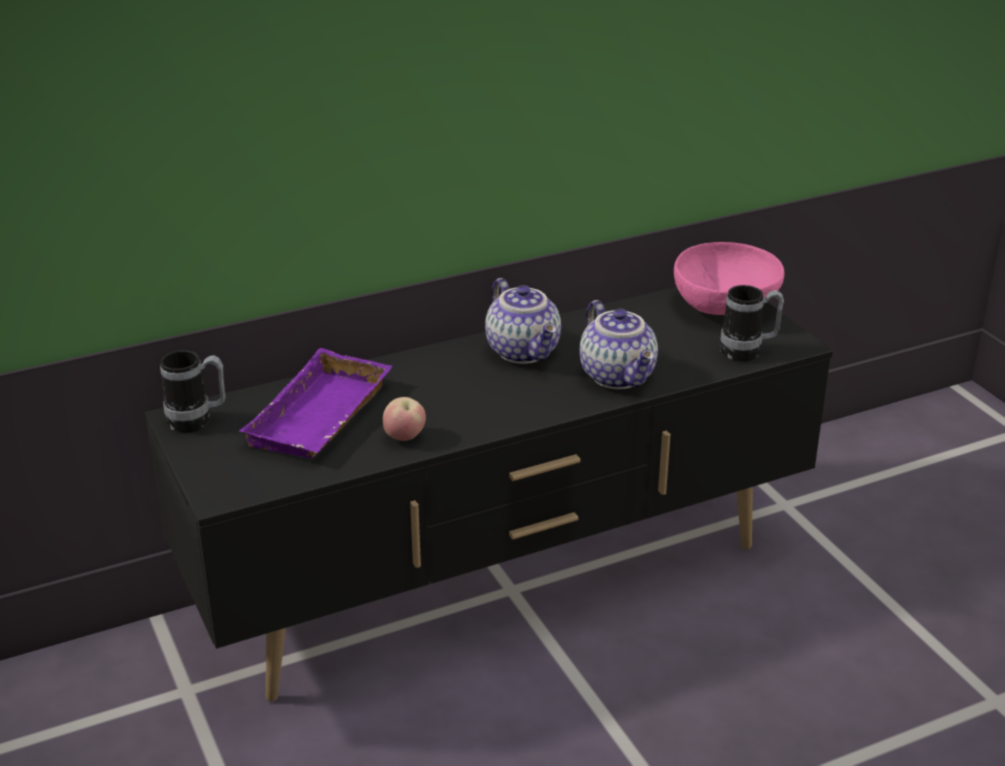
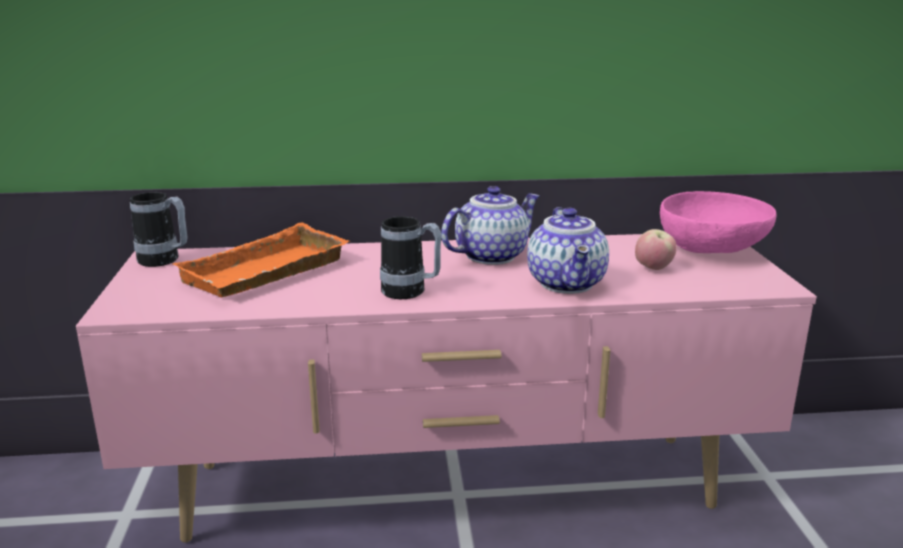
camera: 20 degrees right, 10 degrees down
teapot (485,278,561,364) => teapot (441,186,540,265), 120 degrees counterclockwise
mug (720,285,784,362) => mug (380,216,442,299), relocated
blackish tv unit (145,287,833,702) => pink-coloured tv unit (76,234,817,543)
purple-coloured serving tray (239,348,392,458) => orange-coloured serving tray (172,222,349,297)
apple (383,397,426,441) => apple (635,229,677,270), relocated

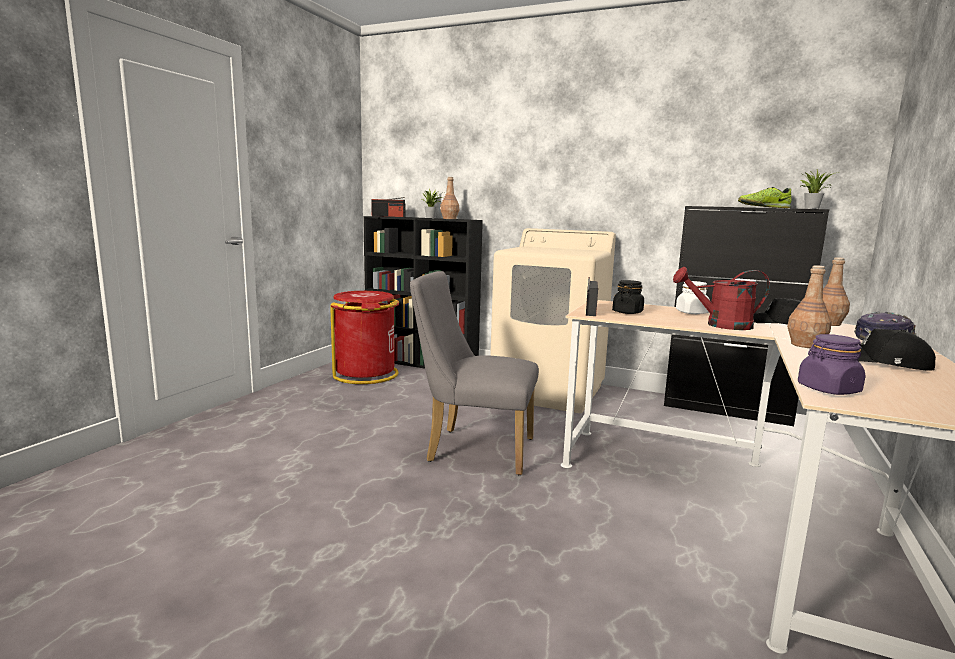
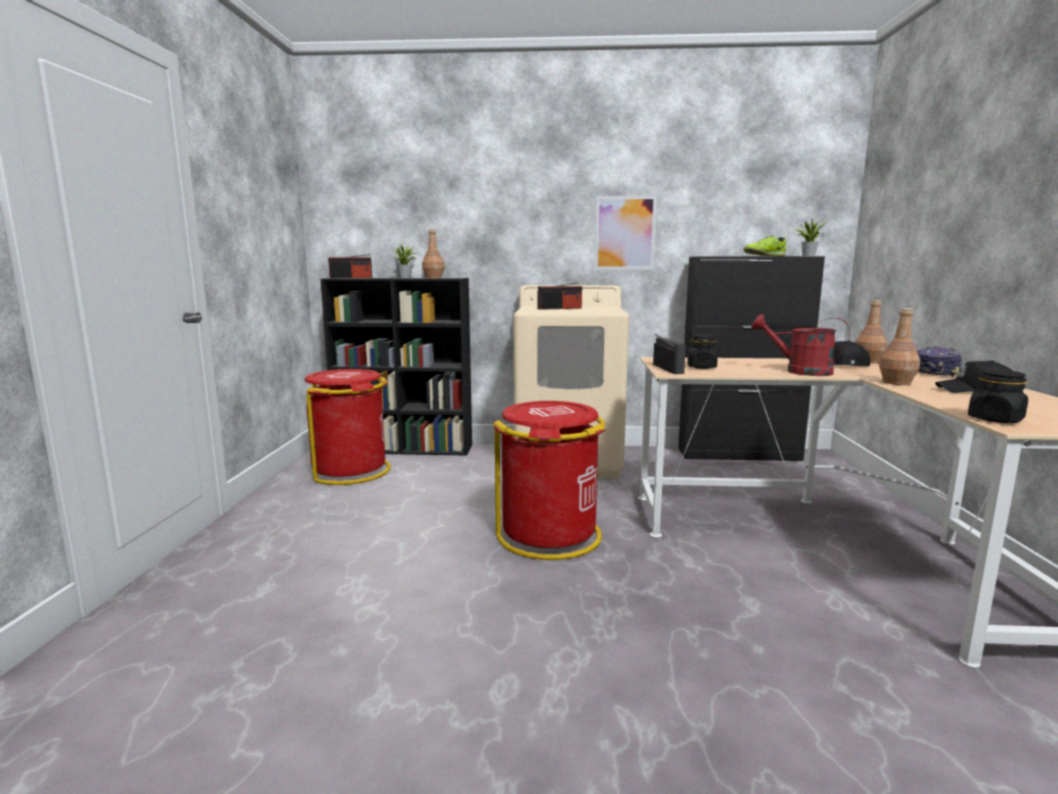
camera: 20 degrees left, 0 degrees up
reddish watering pot (673,267,770,330) => reddish watering pot (752,314,850,376), 45 degrees clockwise
gray upright chair (410,271,539,475) => reddish waste bin (493,401,605,560)
white preserve jar (676,281,710,314) => nothing
purple-coloured preserve jar (798,334,865,395) => blackish preserve jar (968,369,1028,423)
nothing => picture (594,196,657,270)
nothing => radio set (538,282,582,310)

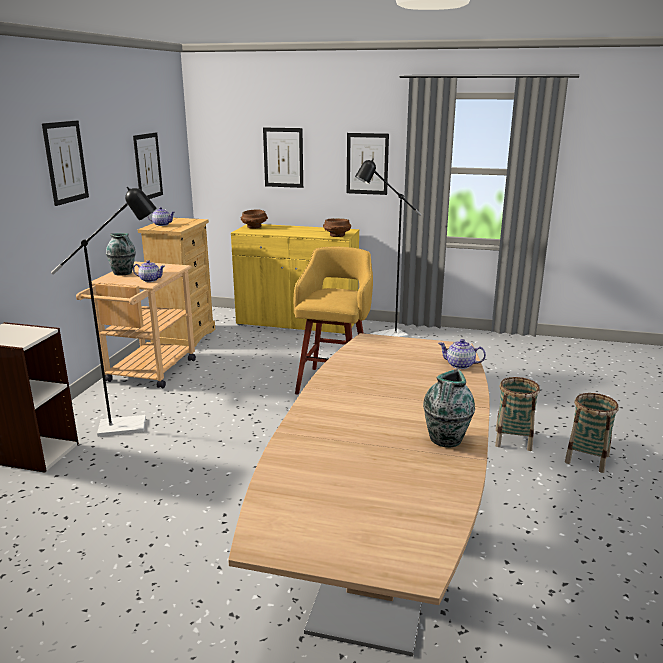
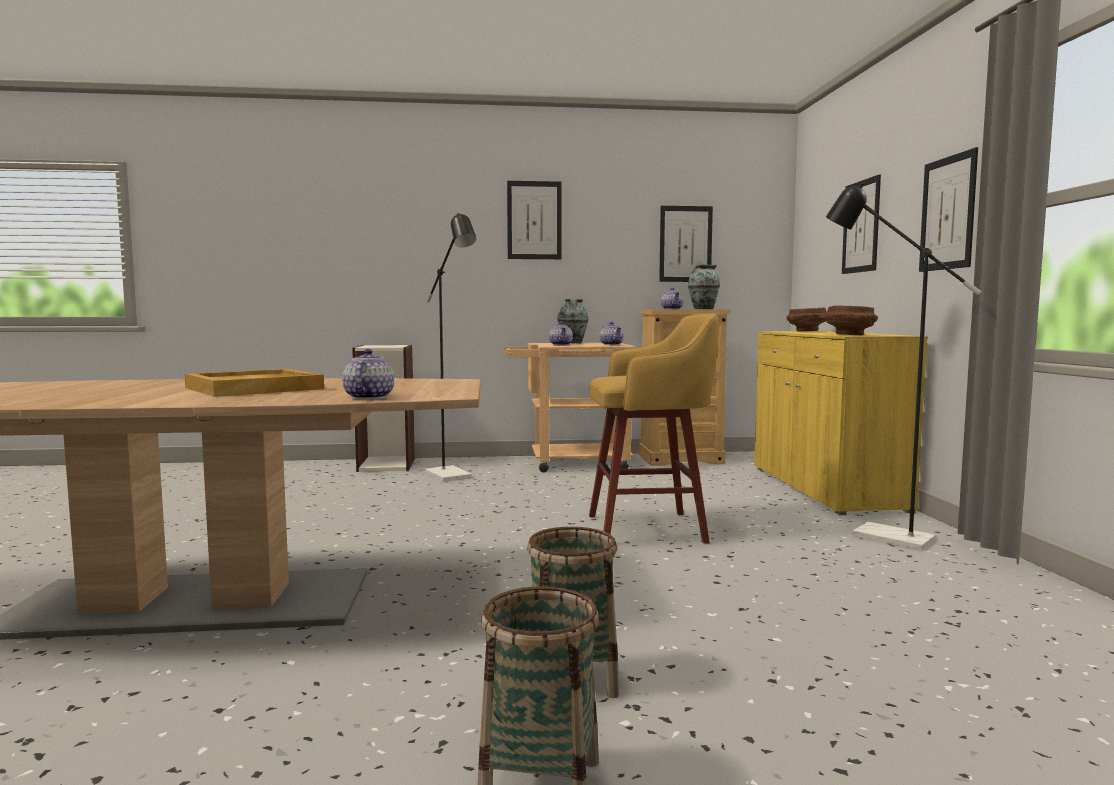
camera: 70 degrees right, 15 degrees down
decorative vase (423,369,475,448) => decorative vase (688,265,720,309), relocated
nothing => teapot (600,322,623,345)
nothing => beige-coloured serving tray (184,369,324,397)

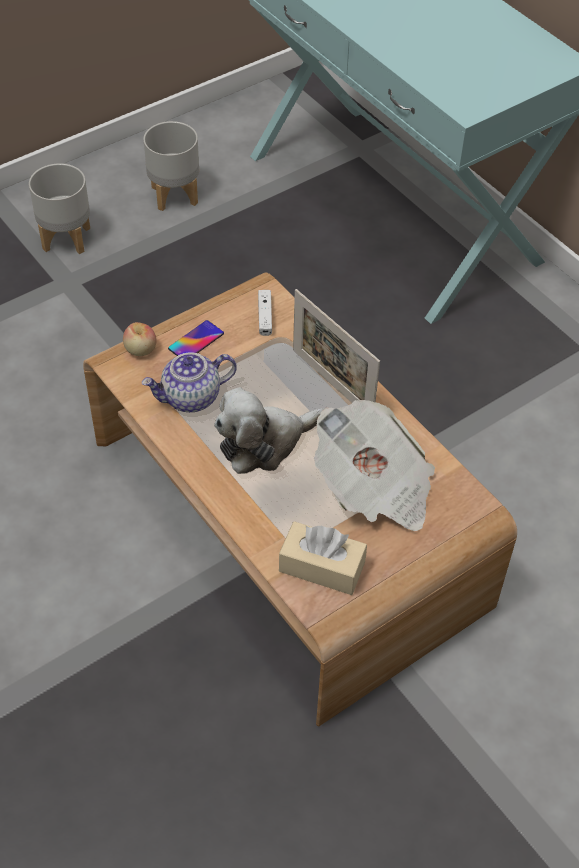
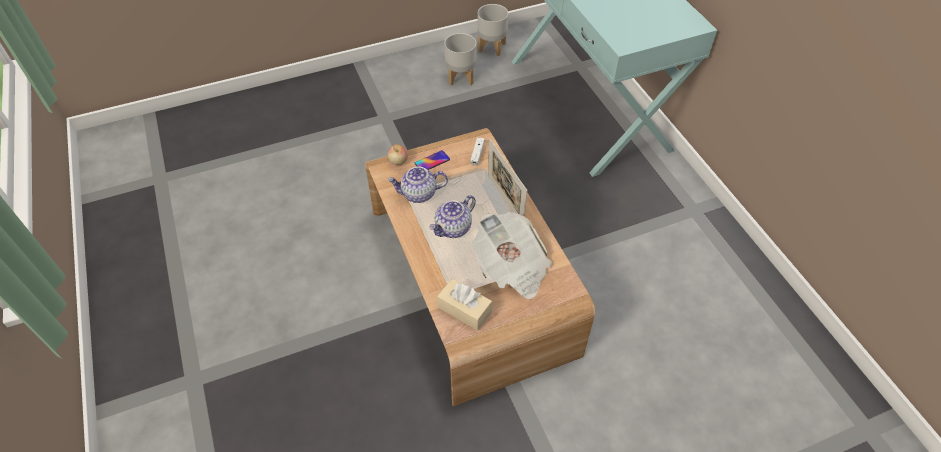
camera: 15 degrees right, 0 degrees up
gray plant pot (29,163,90,254) => gray plant pot (477,4,508,56), relocated
cuddly toy (214,387,323,474) => teapot (429,195,476,238)

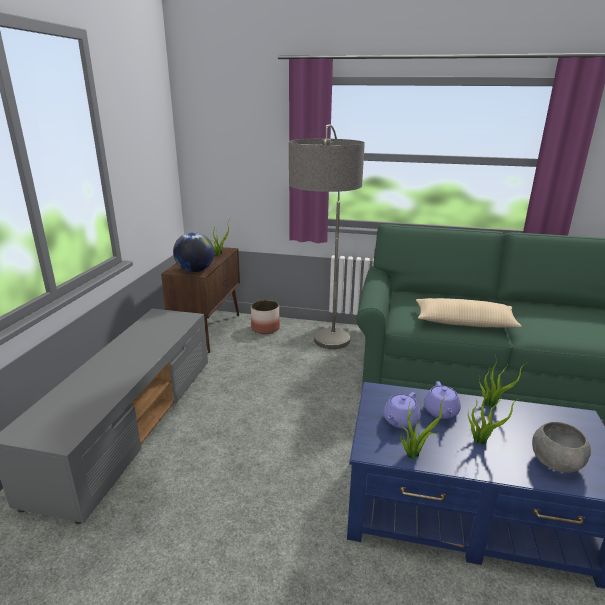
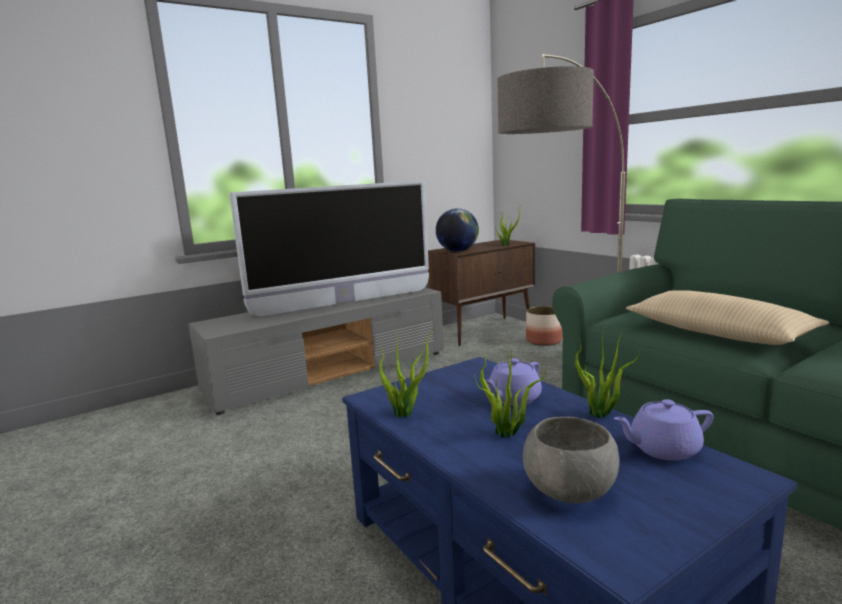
camera: 45 degrees right, 10 degrees down
purple-coloured teapot (383,392,421,429) => purple-coloured teapot (614,399,713,461), relocated
nothing => TV set (229,180,429,317)

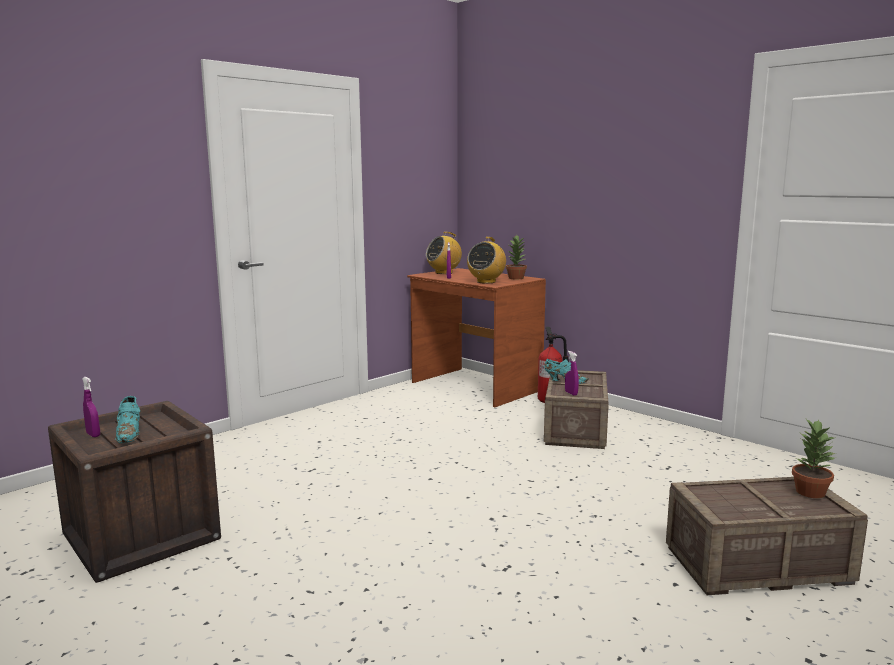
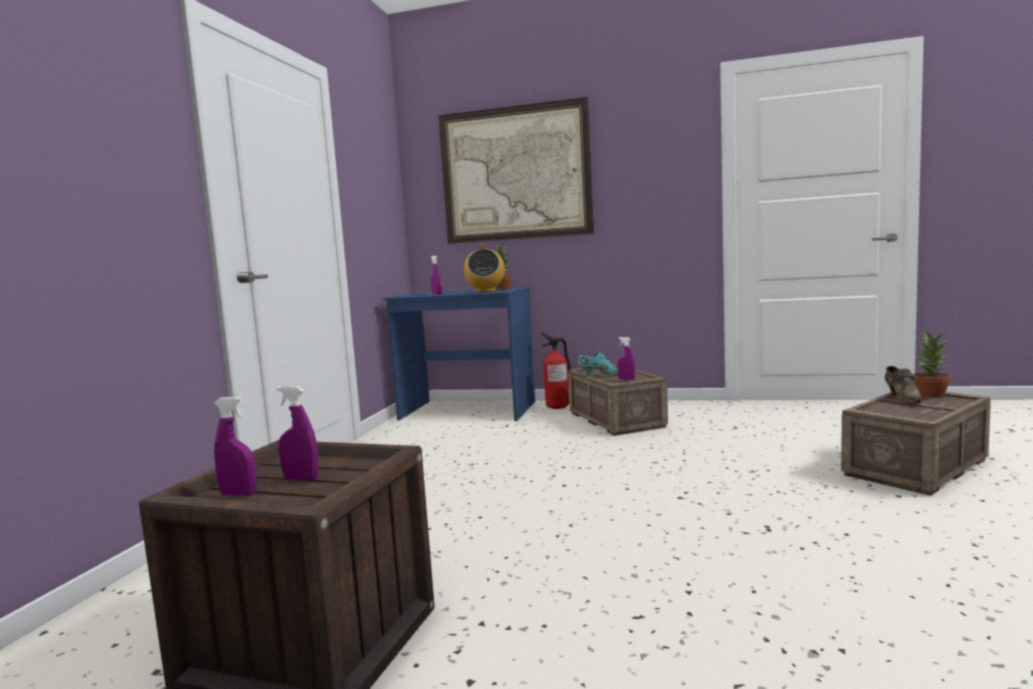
camera: 30 degrees left, 5 degrees down
radio set (426,232,462,274) => nothing
brown-coloured desk (407,268,546,407) => bluish desk (383,287,535,421)
turquoise shoe (115,396,140,443) => purple-coloured spray bottle (276,386,318,481)
nothing => picture (438,97,594,244)
nothing => brown-coloured shoe (885,366,922,404)

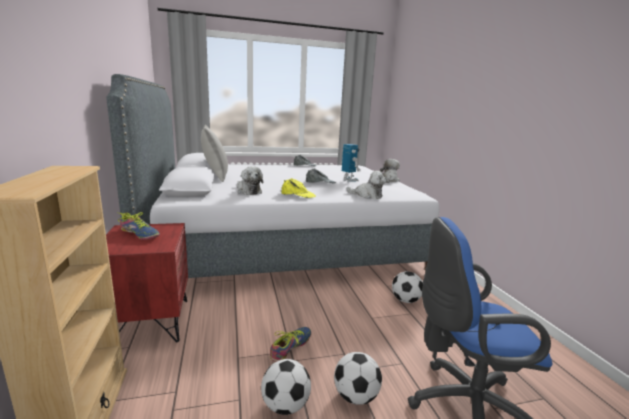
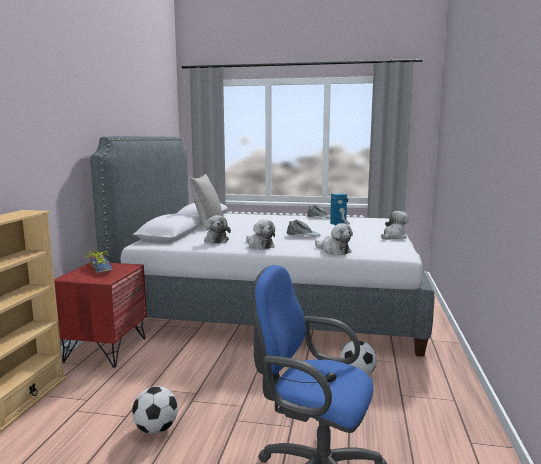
camera: 25 degrees right, 5 degrees down
yellow cap (281,178,316,198) => cuddly toy (246,220,275,249)
shoe (270,327,311,362) => nothing
football (334,352,382,405) => nothing

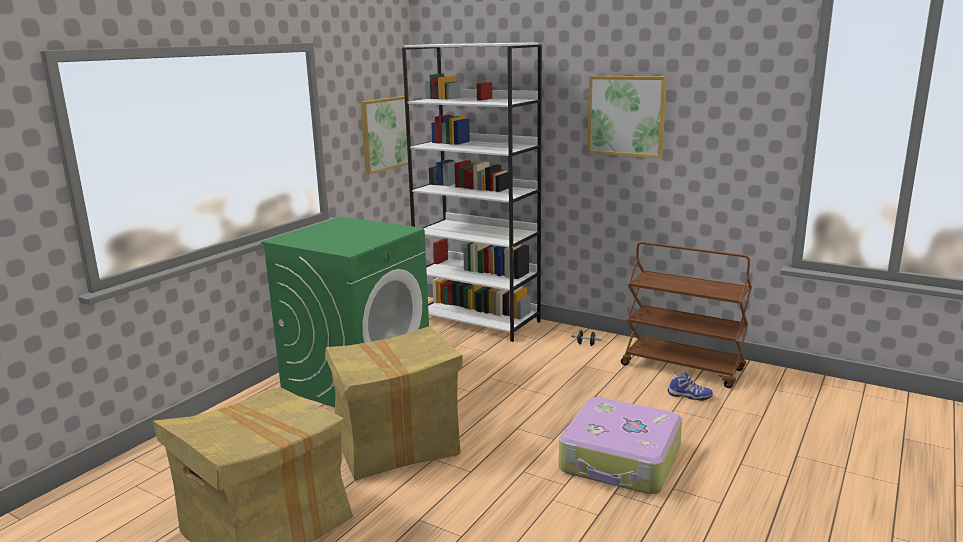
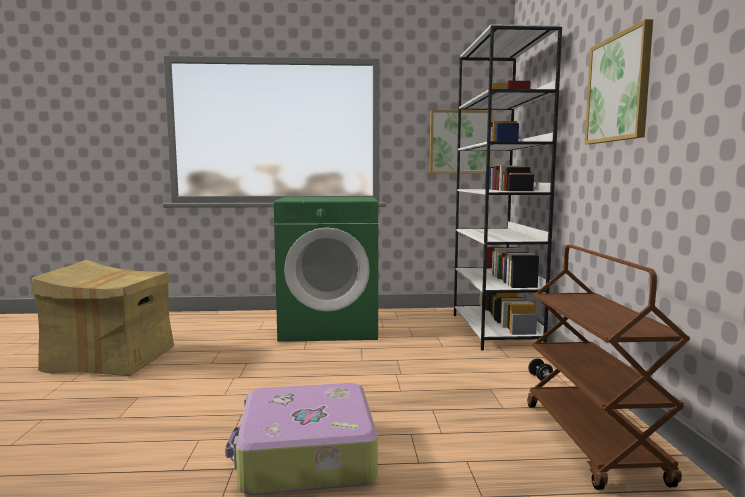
camera: 55 degrees right, 10 degrees down
packing box (325,326,463,480) => nothing
shoe (668,372,713,401) => nothing

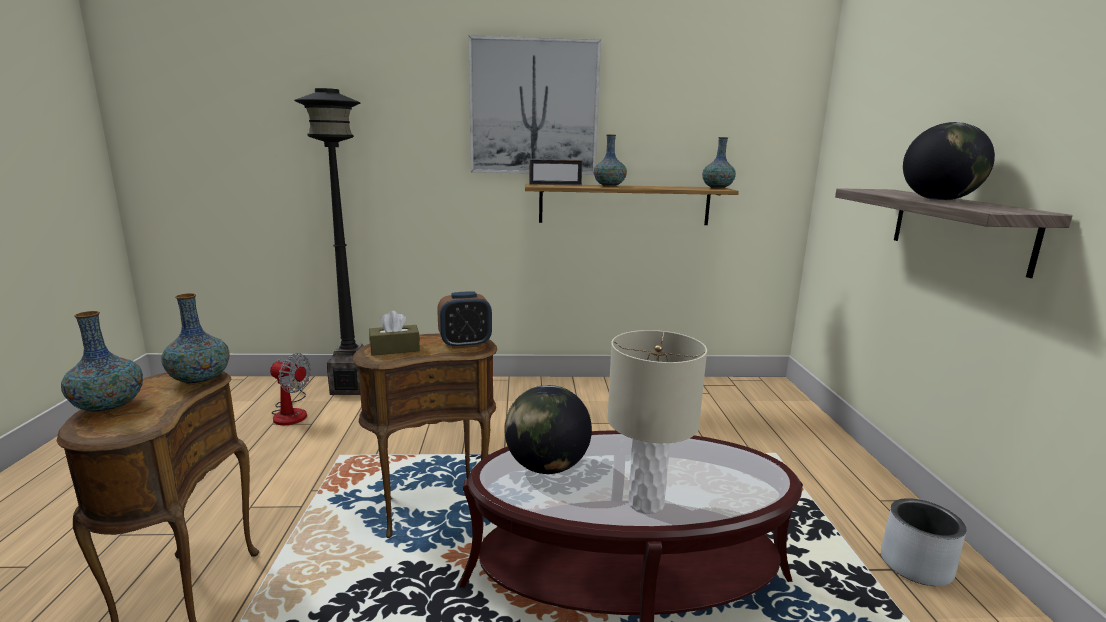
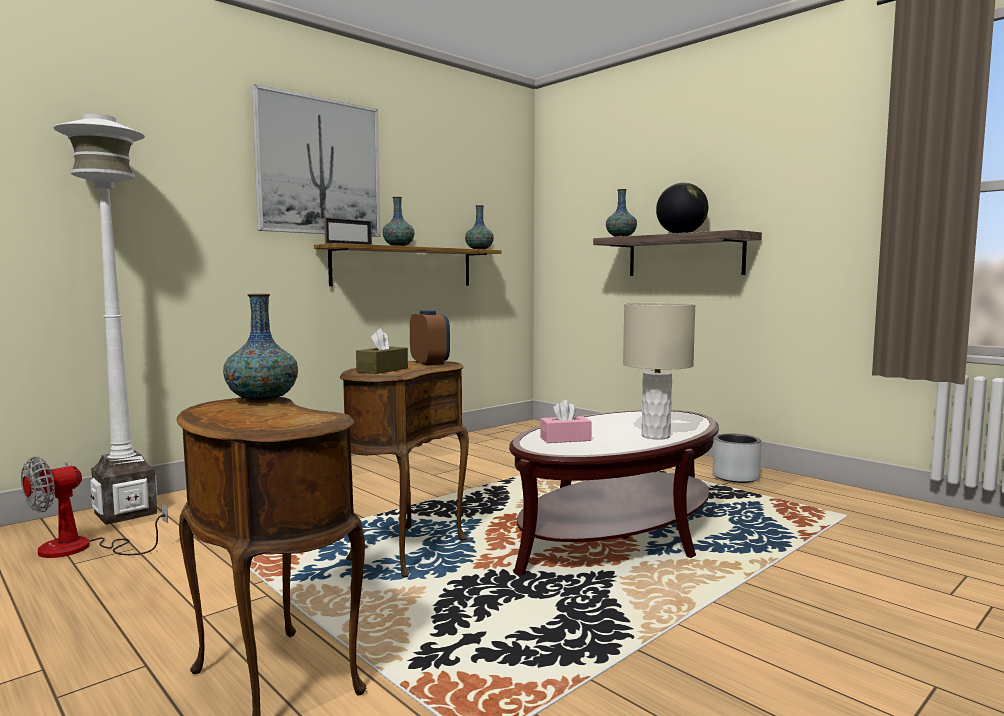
camera: 40 degrees left, 10 degrees down
blackish floor lamp (294,88,363,395) => white floor lamp (53,113,158,525)
alarm clock (437,291,492,349) => alarm clock (410,310,450,365), 60 degrees counterclockwise
decorative vase (61,311,143,413) => decorative vase (606,189,637,237), relocated
cooling fan (270,353,311,425) => cooling fan (21,456,168,558), 150 degrees clockwise
world globe (504,385,592,474) => pink-coloured tissue box (540,400,592,443)

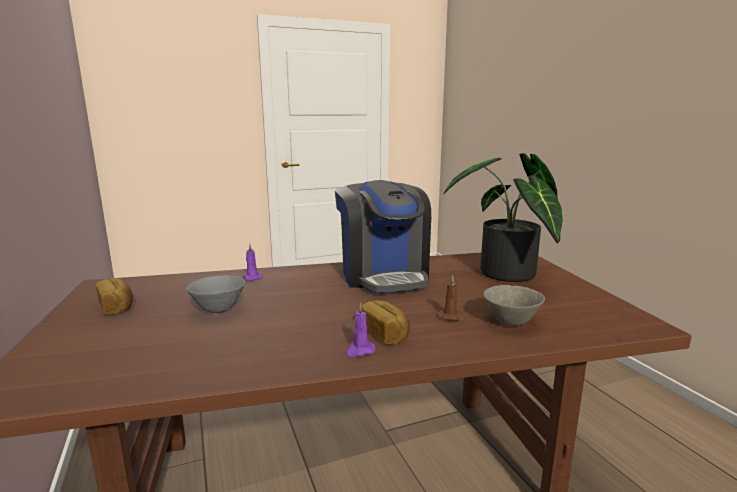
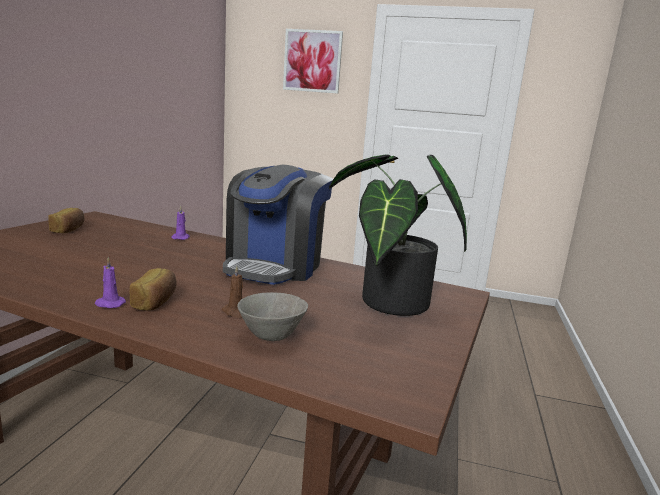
camera: 35 degrees right, 0 degrees up
gray bowl (187,275,245,313) => nothing
nothing => picture (283,29,343,94)

